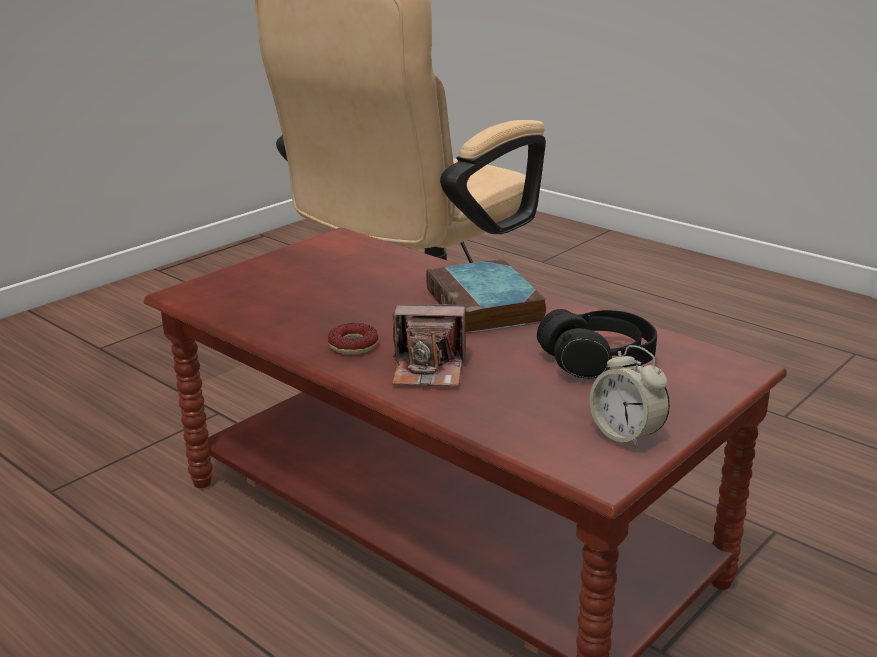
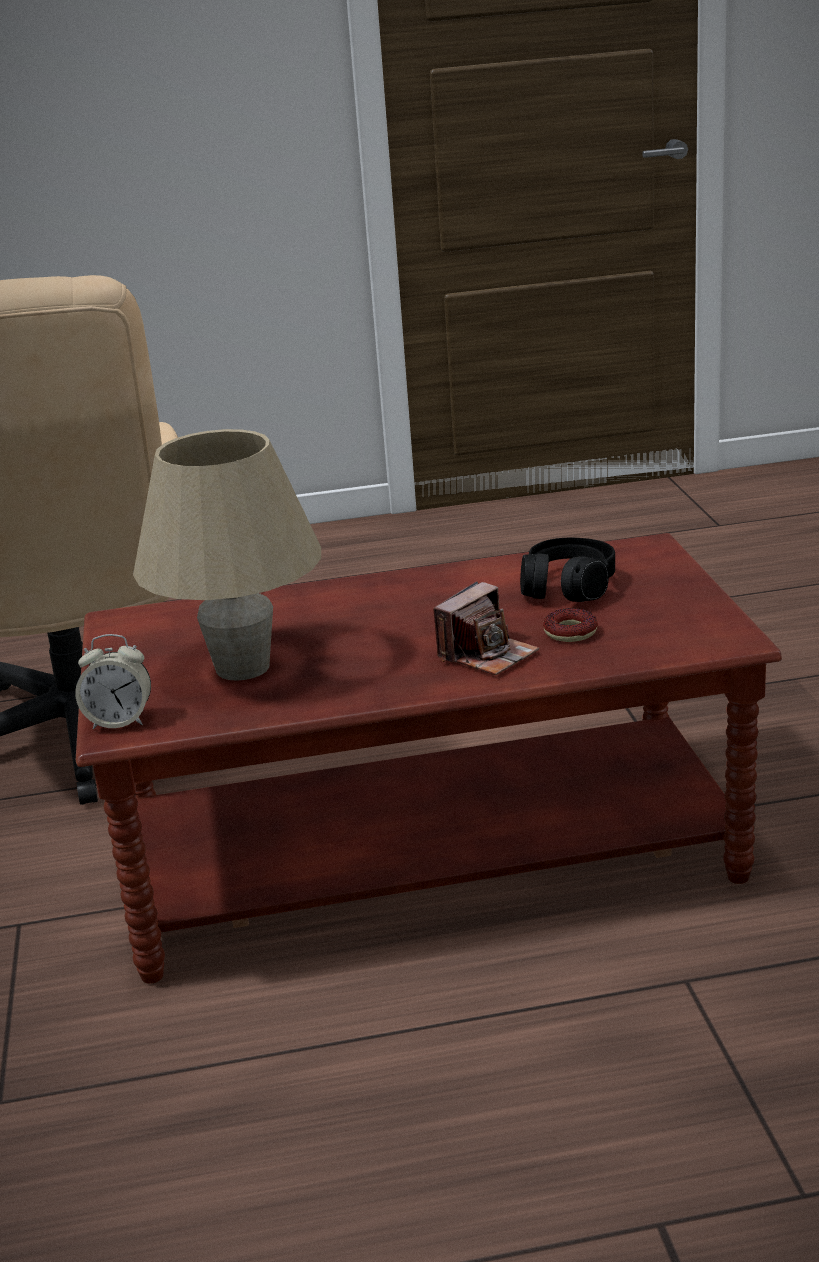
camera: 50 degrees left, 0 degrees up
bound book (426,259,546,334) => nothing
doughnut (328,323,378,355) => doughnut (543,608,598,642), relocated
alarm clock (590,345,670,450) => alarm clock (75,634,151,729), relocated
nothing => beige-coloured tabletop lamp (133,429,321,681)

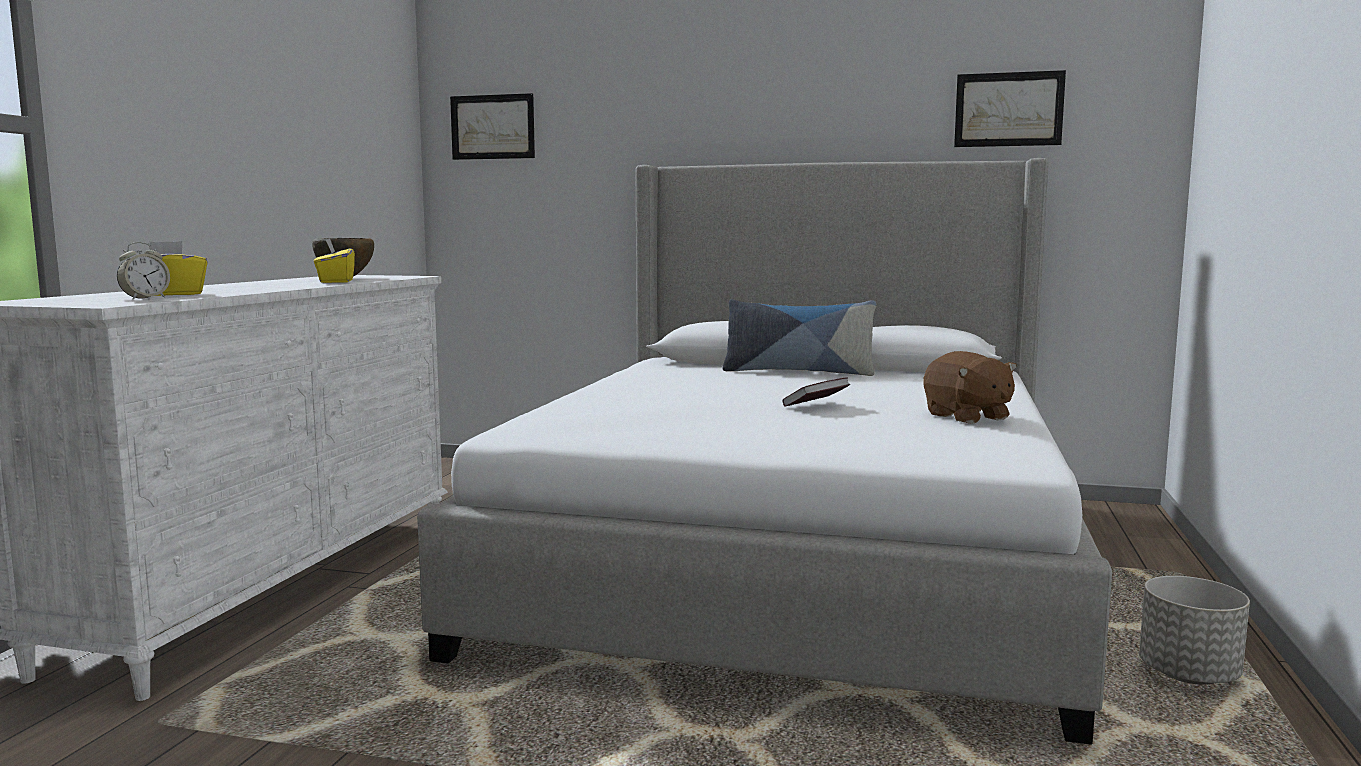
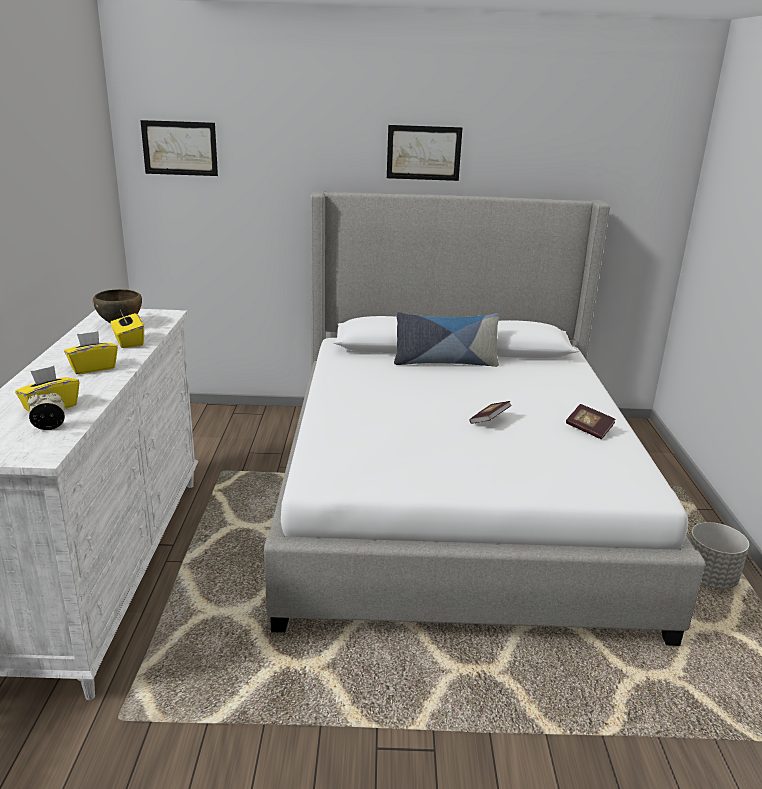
camera: 15 degrees left, 15 degrees up
picture (954,70,1066,147) => picture (387,125,462,181), relocated
alarm clock (117,242,170,299) => alarm clock (27,390,65,430), 135 degrees counterclockwise
brown-coloured cuddly toy (924,351,1017,424) => bound book (566,404,615,439)
nothing => yellow tissue box (64,331,118,374)

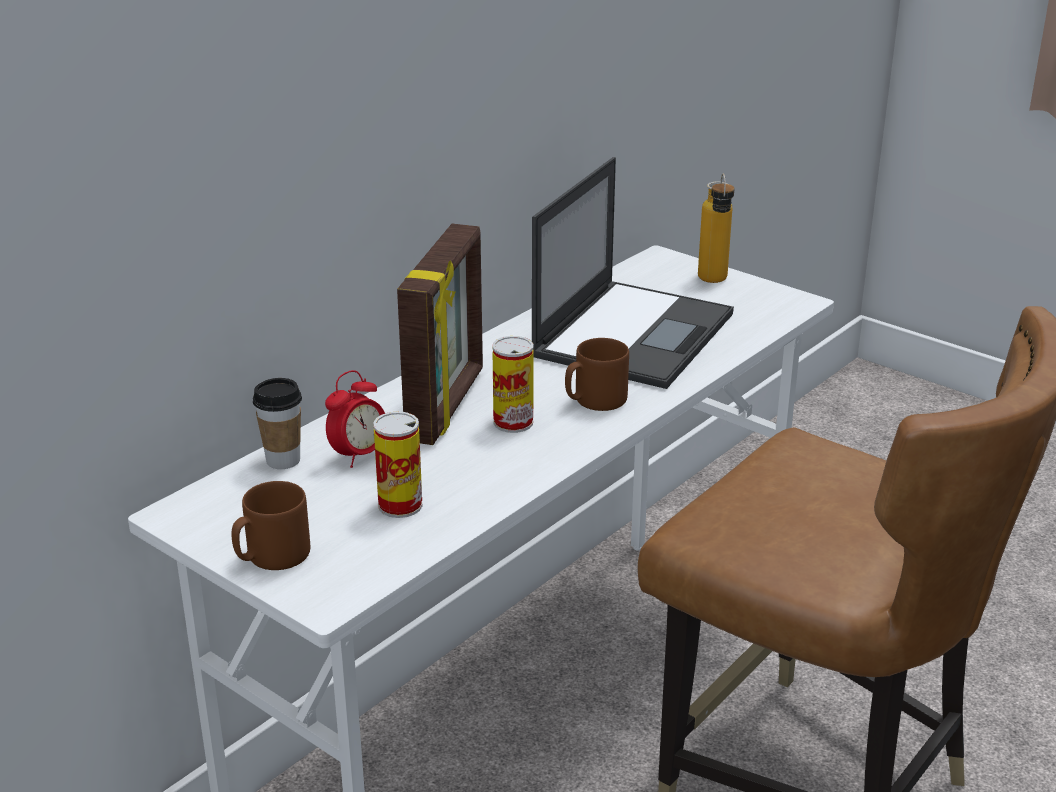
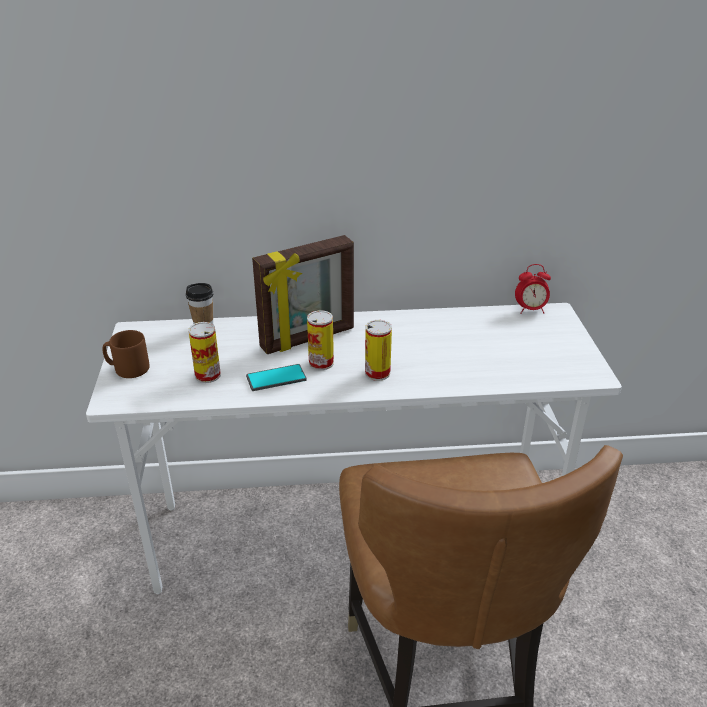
camera: 45 degrees right, 5 degrees up
portable computer (532,157,734,389) => nothing
drink bottle (698,173,735,283) => nothing
brown-coloured mug (565,338,629,411) => metal can (365,320,392,381)
alarm clock (325,370,385,468) => alarm clock (515,264,551,314), relocated
nothing => phone (246,364,307,391)

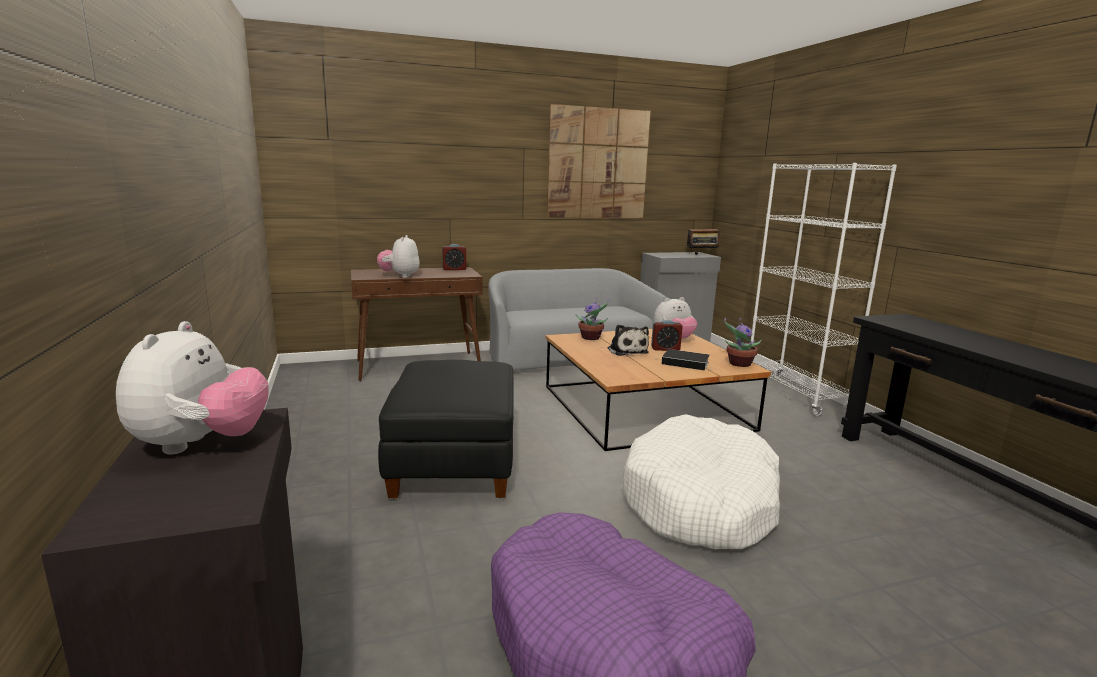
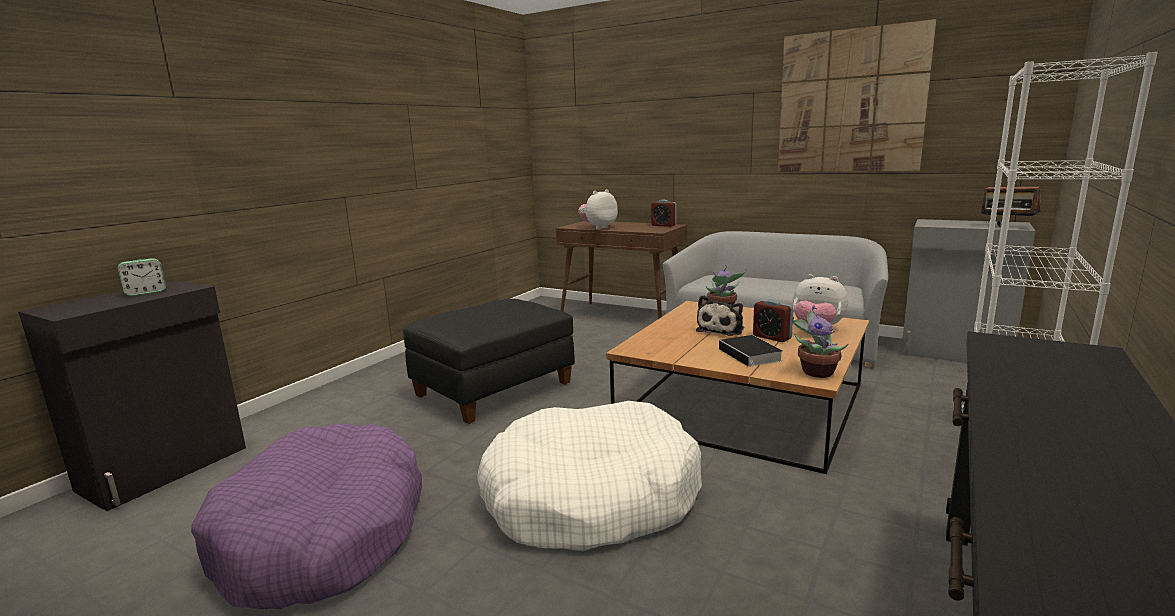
camera: 50 degrees right, 0 degrees up
cuddly toy (116,321,269,455) => alarm clock (117,258,166,296)

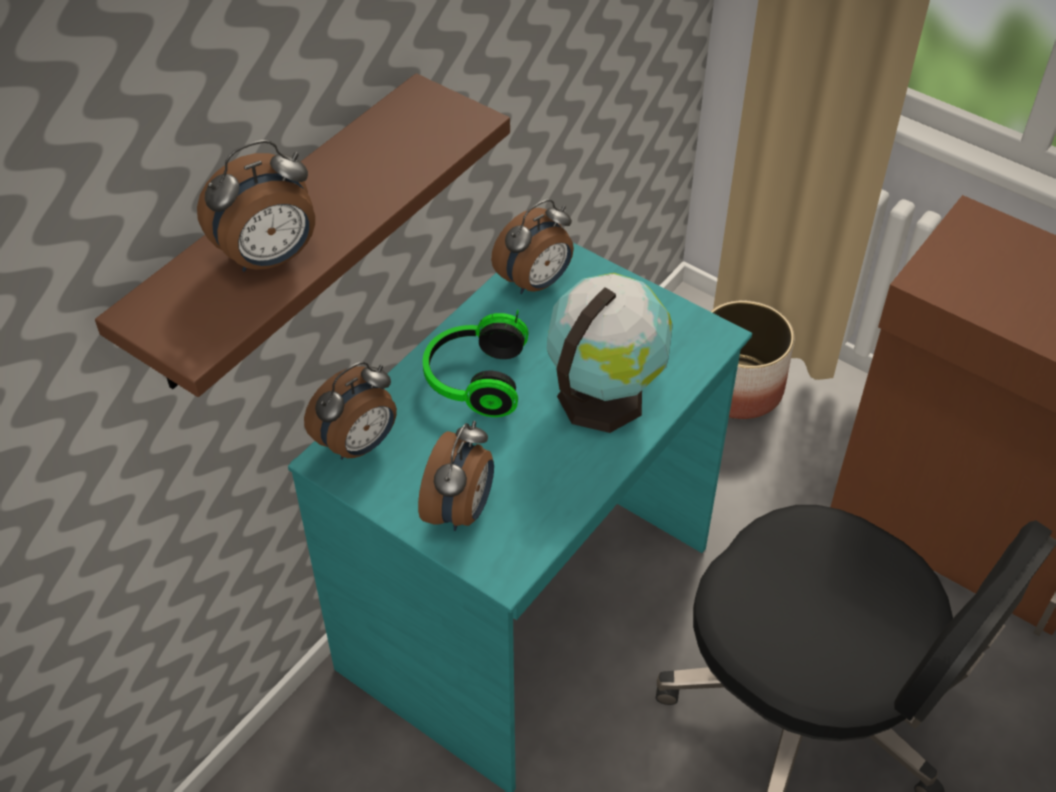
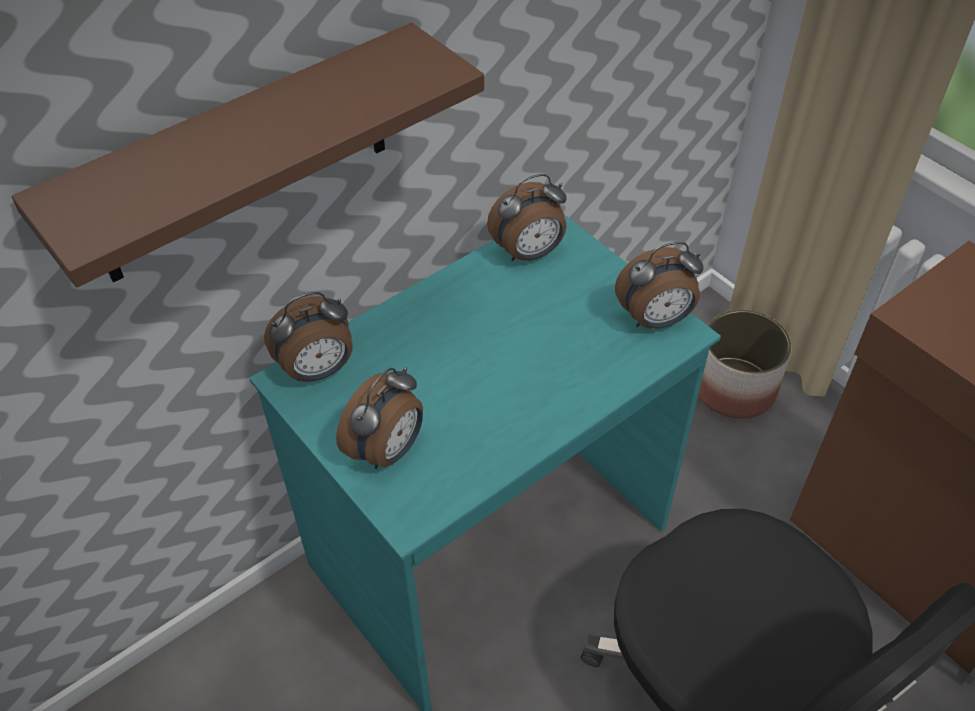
camera: 15 degrees right, 0 degrees up
alarm clock (197,140,315,272) => alarm clock (615,242,704,329), relocated
world globe (546,273,673,433) => nothing
pair of headphones (423,310,529,417) => nothing

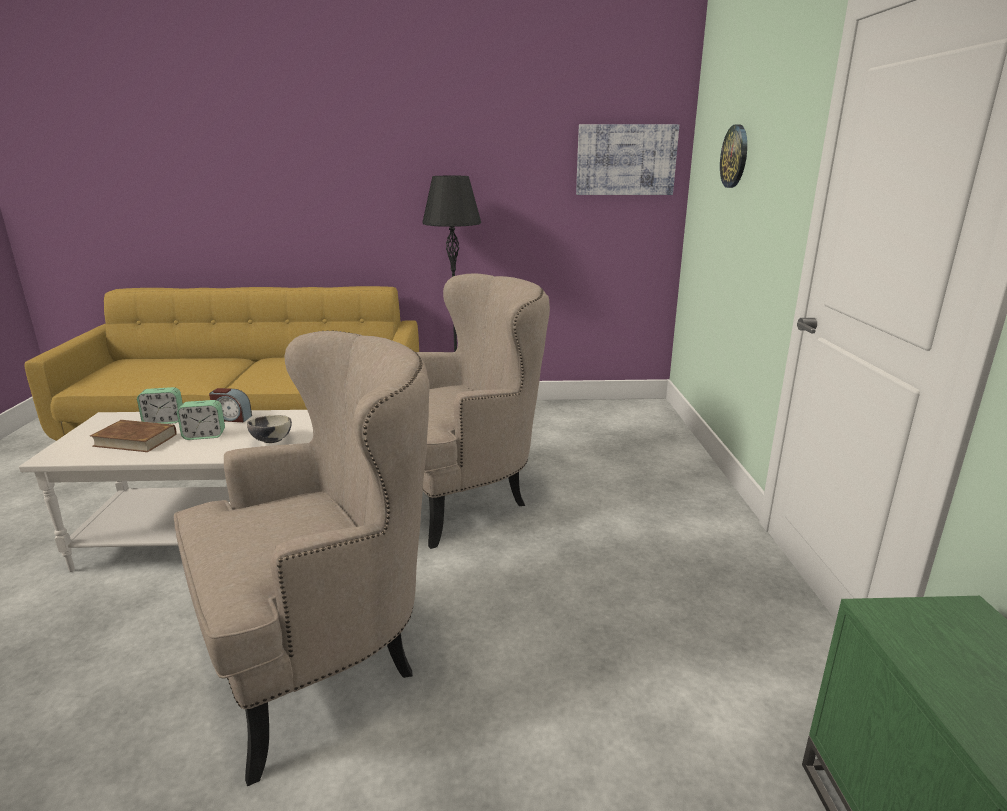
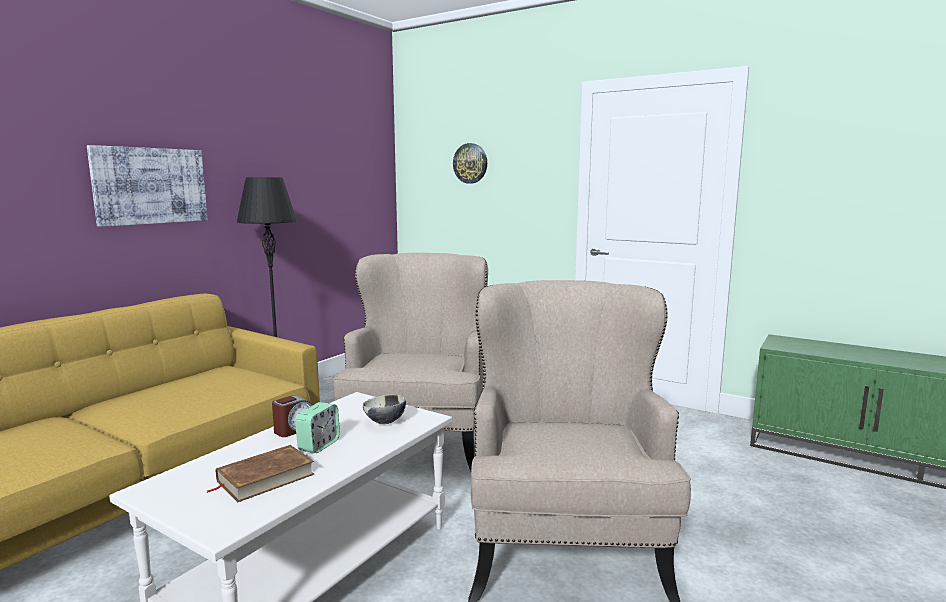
camera: 55 degrees left, 10 degrees down
picture (576,124,679,195) => picture (87,145,208,227), relocated
alarm clock (137,387,183,424) => nothing

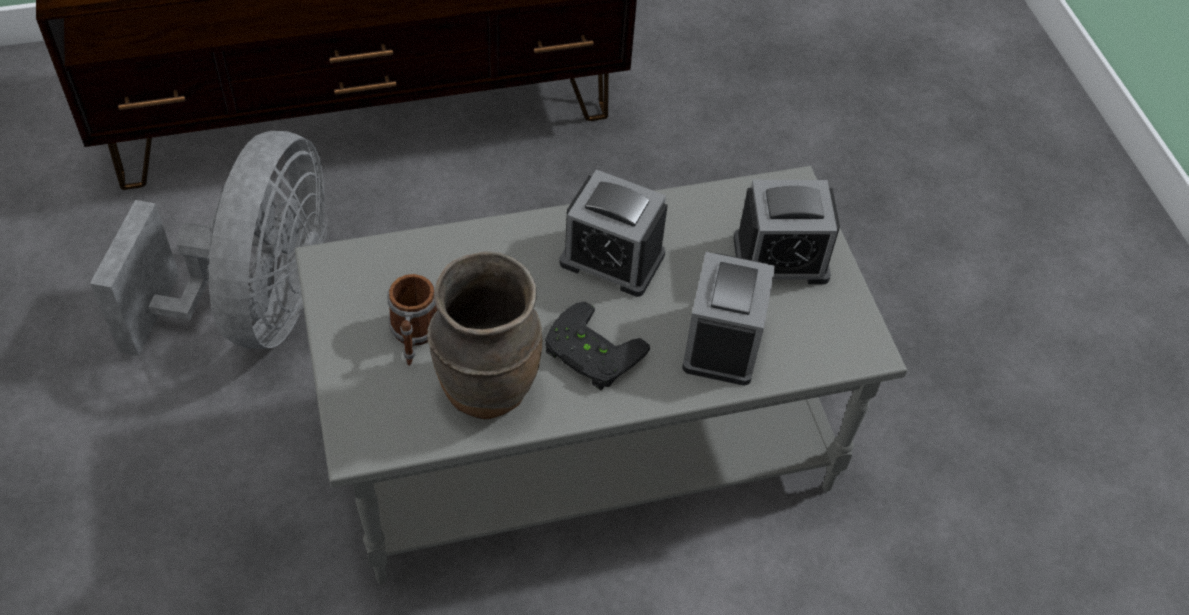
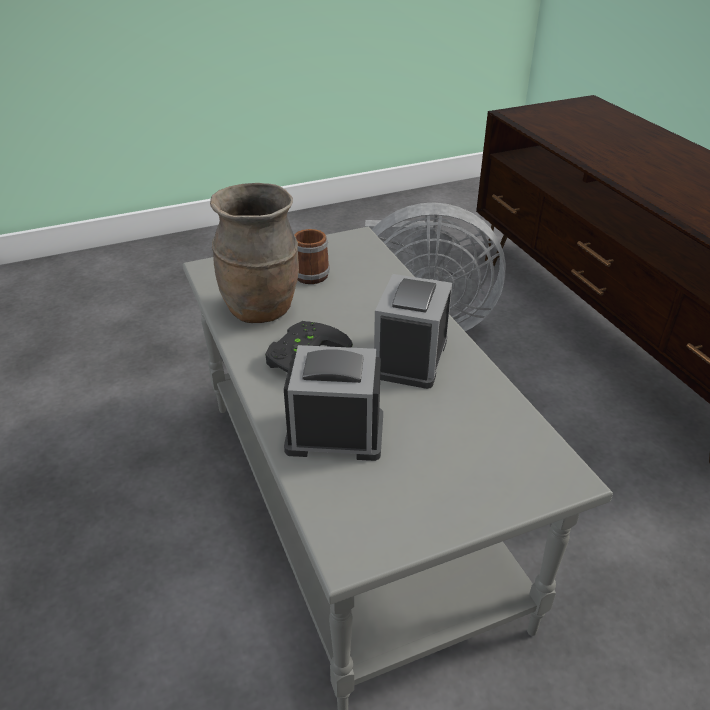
camera: 85 degrees right, 15 degrees down
alarm clock (733,180,840,284) => nothing

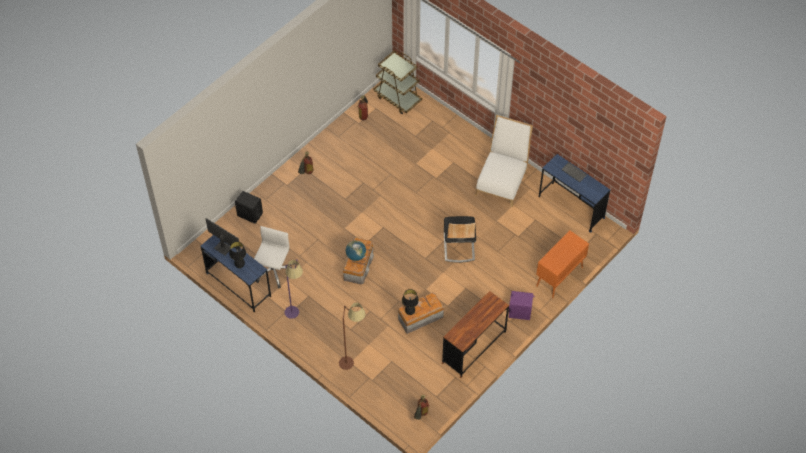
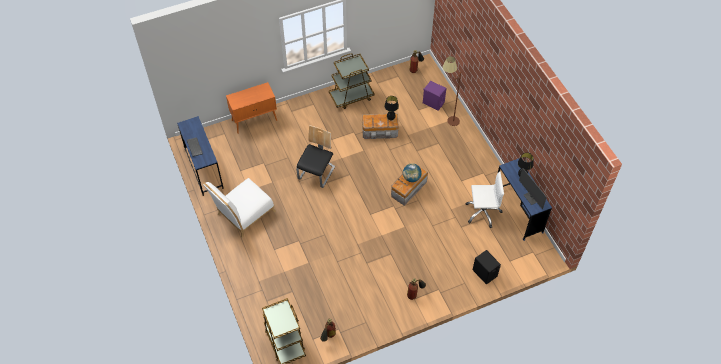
camera: 155 degrees left, 0 degrees up
white computer chair (254,226,291,289) => white computer chair (466,172,504,228), 135 degrees counterclockwise
purple-coloured floor lamp (285,259,303,319) => nothing
brown-coloured desk (442,291,509,378) => brown-coloured trolley (329,53,375,109)
purple-coloured audio speaker (509,291,535,320) => purple-coloured audio speaker (423,81,446,111), relocated

